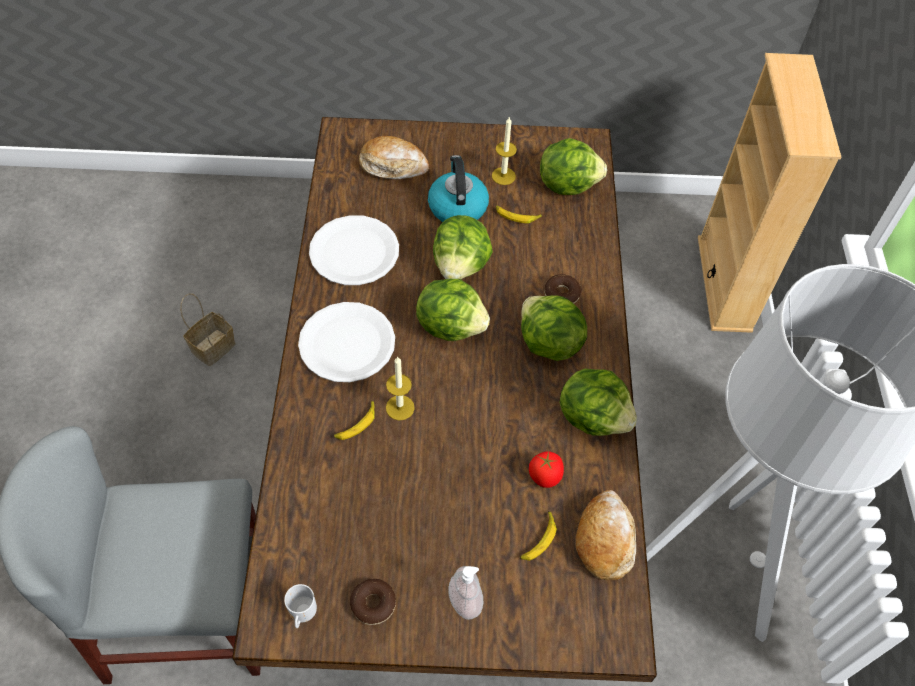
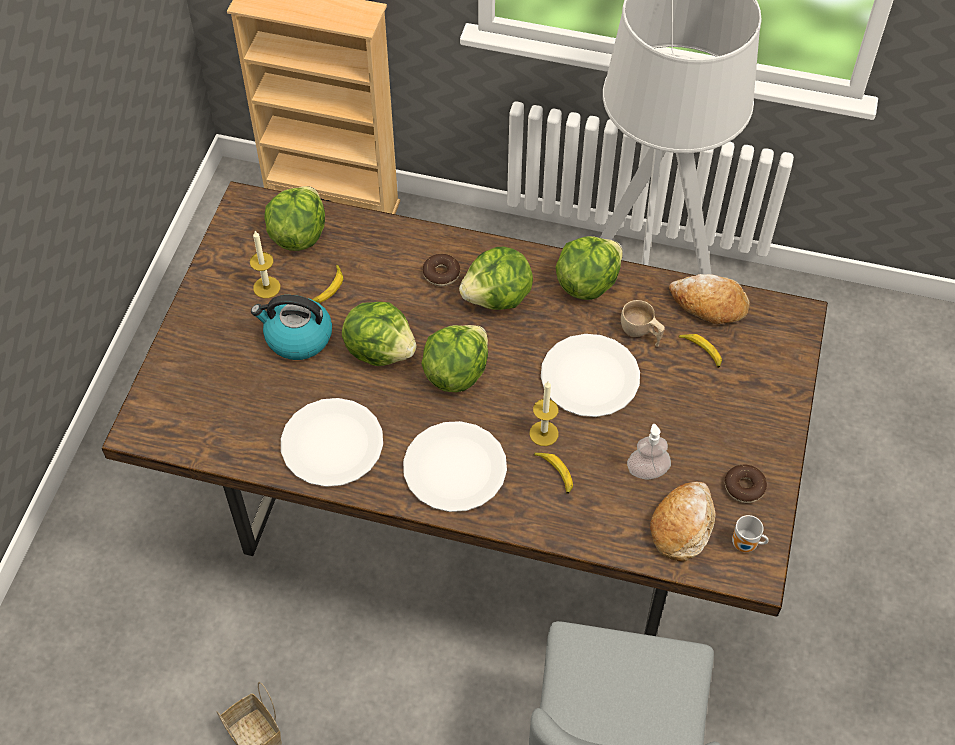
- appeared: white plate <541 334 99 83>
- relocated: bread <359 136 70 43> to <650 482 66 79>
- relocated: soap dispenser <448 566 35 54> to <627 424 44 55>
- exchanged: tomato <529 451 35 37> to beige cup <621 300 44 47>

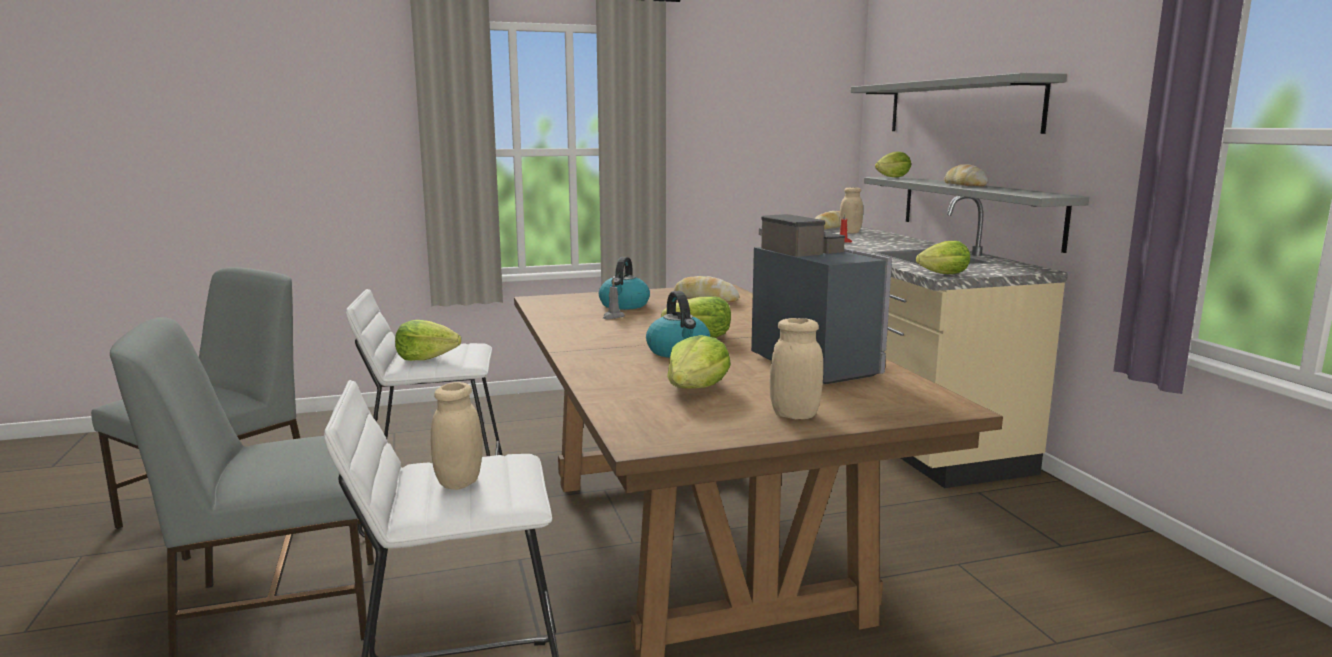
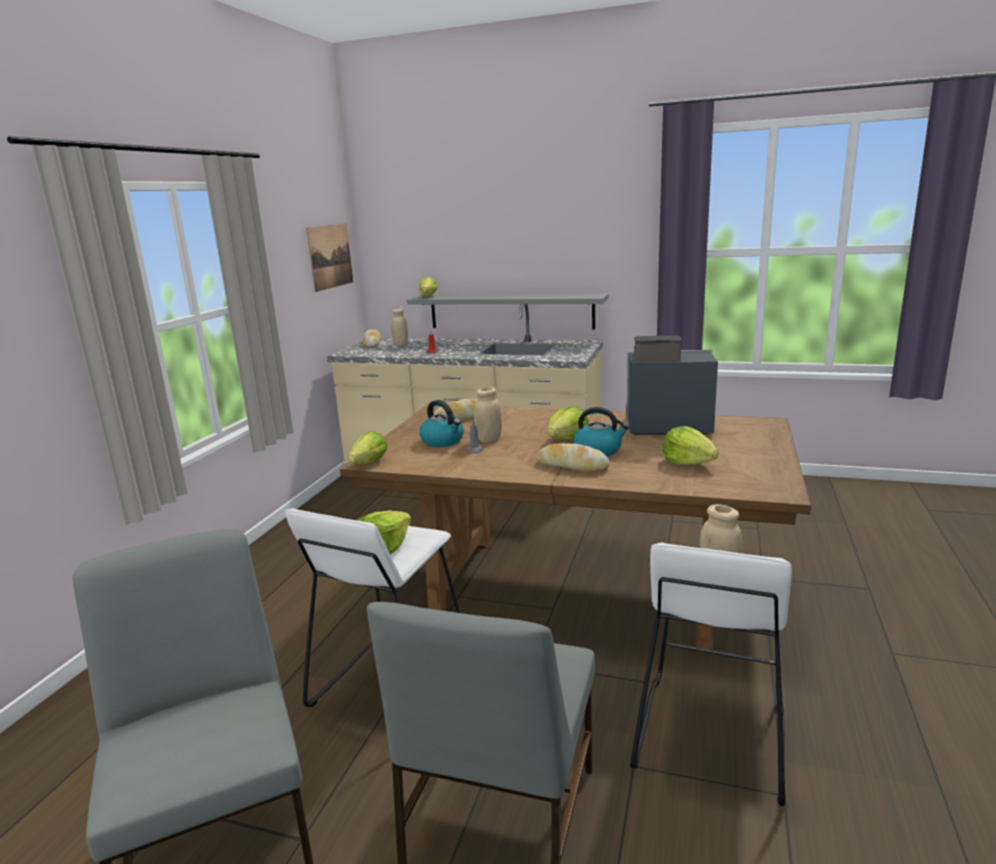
- missing: grey shelf <851 73 216 61>
- appeared: picture <306 224 47 68>
- relocated: beige jar <770 318 53 101> to <474 387 28 56>
- relocated: lettuce <916 241 54 33> to <349 431 38 33>
- relocated: bread <944 164 44 22> to <537 443 73 29>

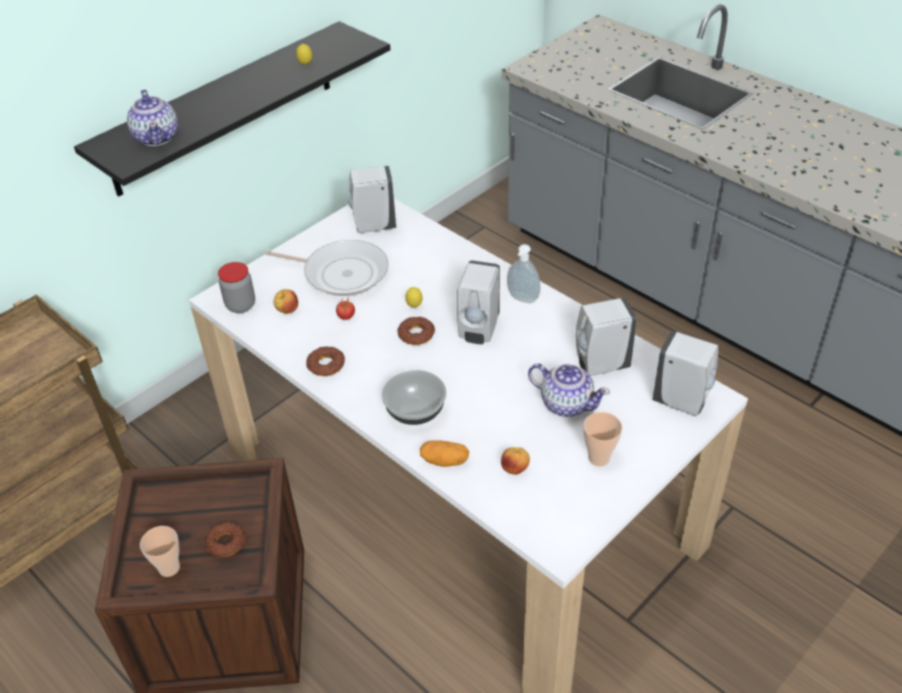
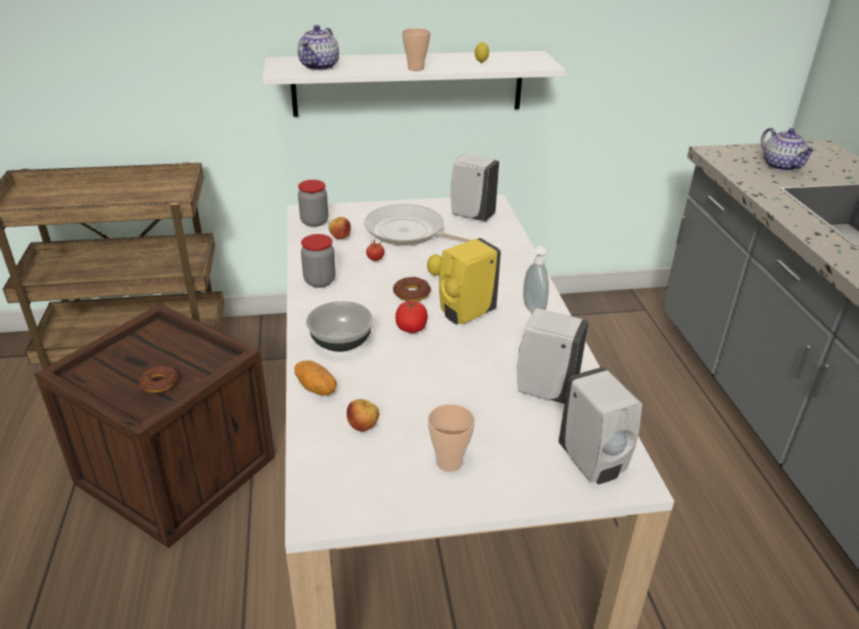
- appeared: tomato <395 301 33 32>
- relocated: cup <140 526 40 51> to <402 28 29 43>
- relocated: teapot <528 363 82 54> to <761 128 55 43>
- exchanged: donut <306 346 39 30> to jar <301 234 35 54>
- colour: black shelf <74 21 316 176> to white shelf <263 51 302 66>
- colour: white soap dispenser <457 260 43 84> to yellow soap dispenser <439 238 62 87>
- spun: frying pan <265 240 124 56> = <364 204 109 42> 150 degrees clockwise

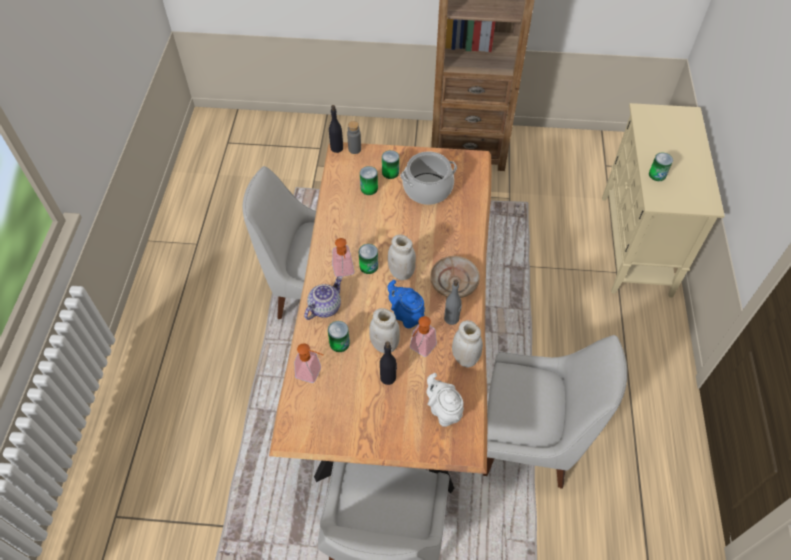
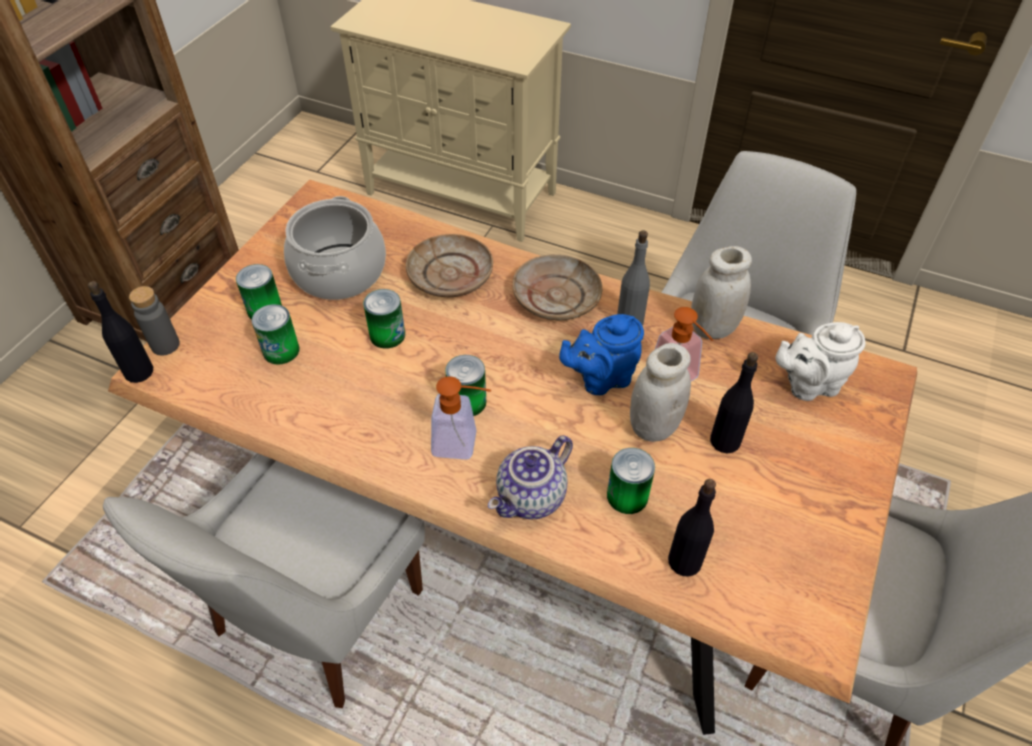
- missing: white jar <388 234 28 46>
- appeared: beige plate <406 234 87 63>
- relocated: can <649 152 24 29> to <363 289 42 60>
- exchanged: soap dispenser <294 343 30 40> to black bottle <668 479 48 97>
- spun: teapot <304 276 38 44> = <488 435 85 84> 105 degrees counterclockwise

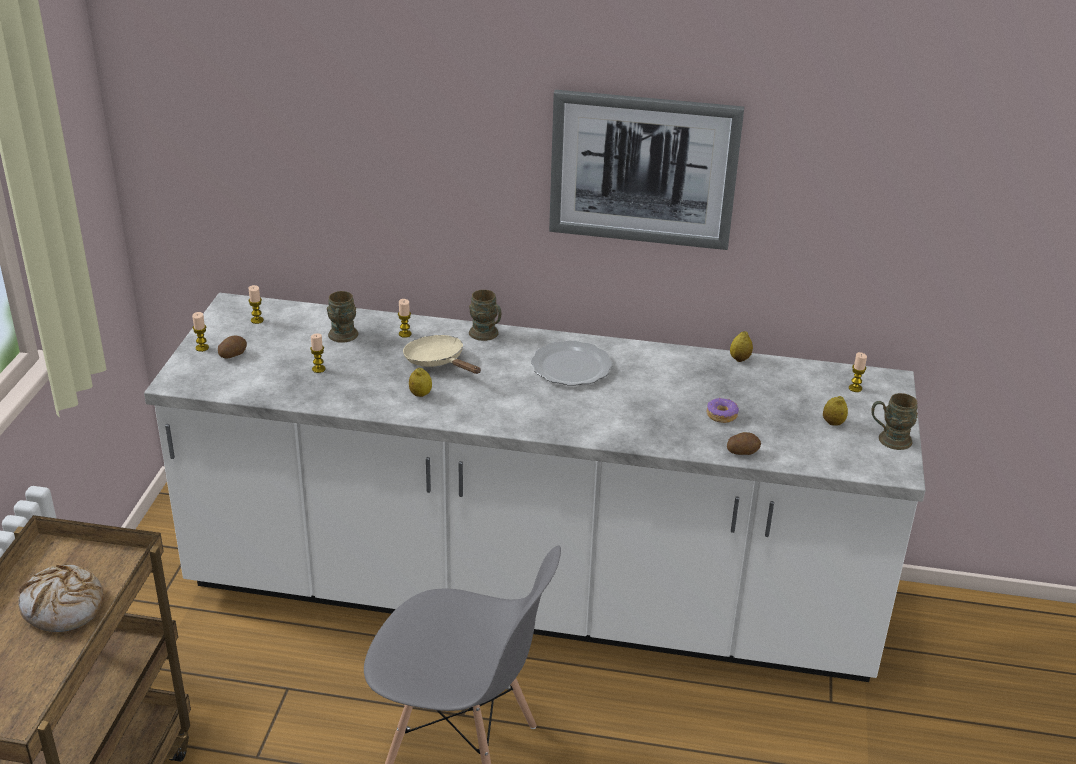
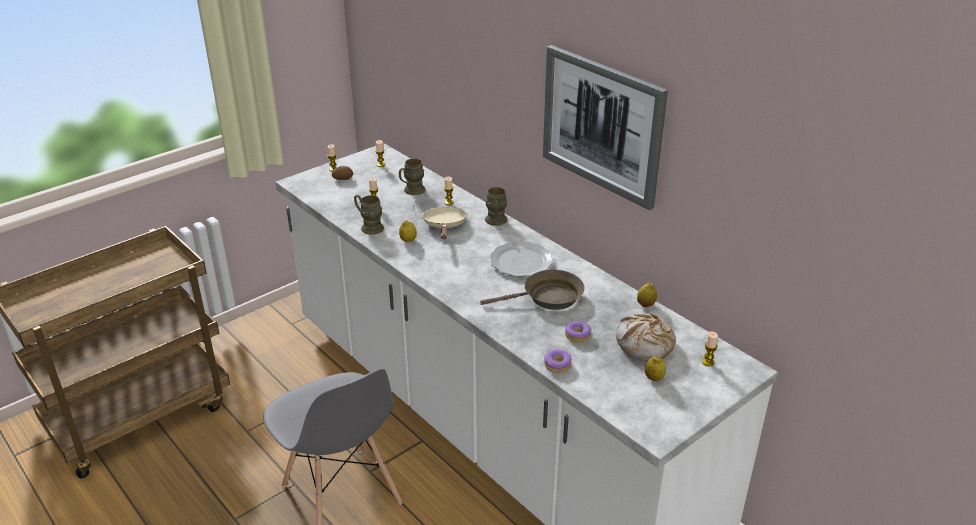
- appeared: brown frying pan <480 270 105 40>
- relocated: bread <18 564 85 68> to <616 313 60 48>
- relocated: brown mug <871 393 47 57> to <354 195 30 40>
- exchanged: potato <727 432 34 23> to donut <544 350 28 23>

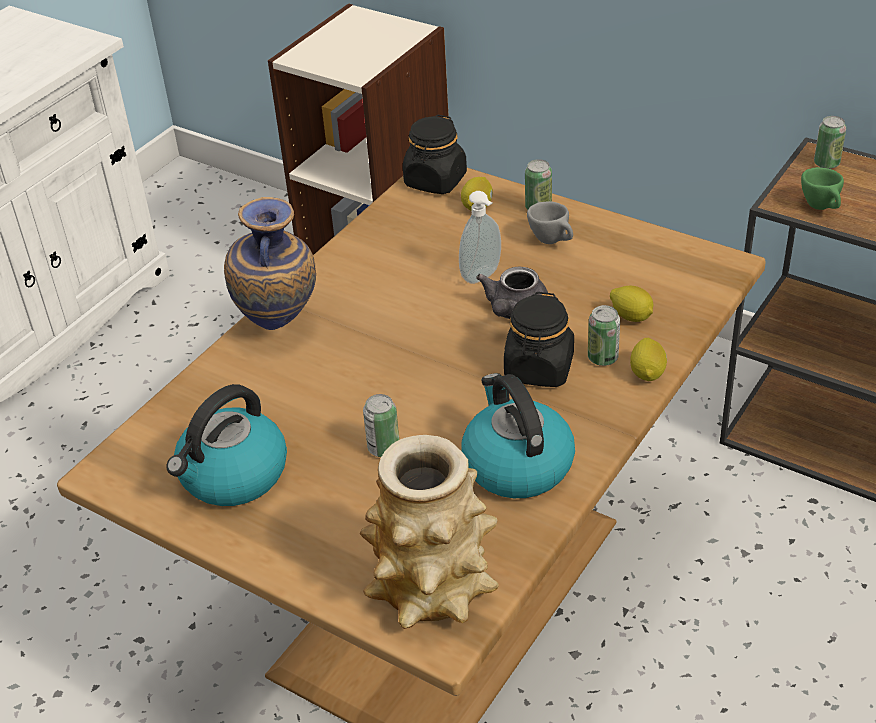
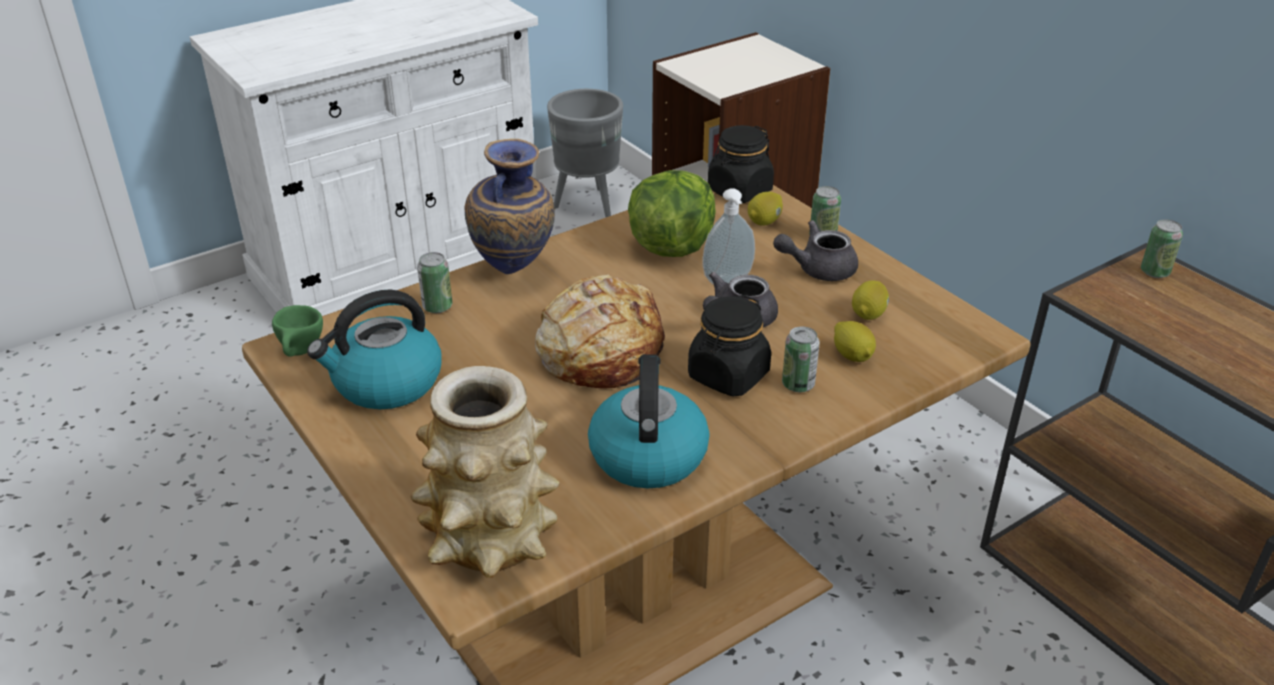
- appeared: bread <535 275 130 114>
- appeared: grey planter <547 89 76 128>
- appeared: lettuce <628 170 88 87>
- relocated: can <363 394 36 63> to <417 252 35 61>
- relocated: lemon <630 338 37 43> to <852 280 37 40>
- relocated: green cup <801 167 43 43> to <272 305 51 52>
- exchanged: grey cup <527 201 46 43> to grey teapot <773 220 85 61>

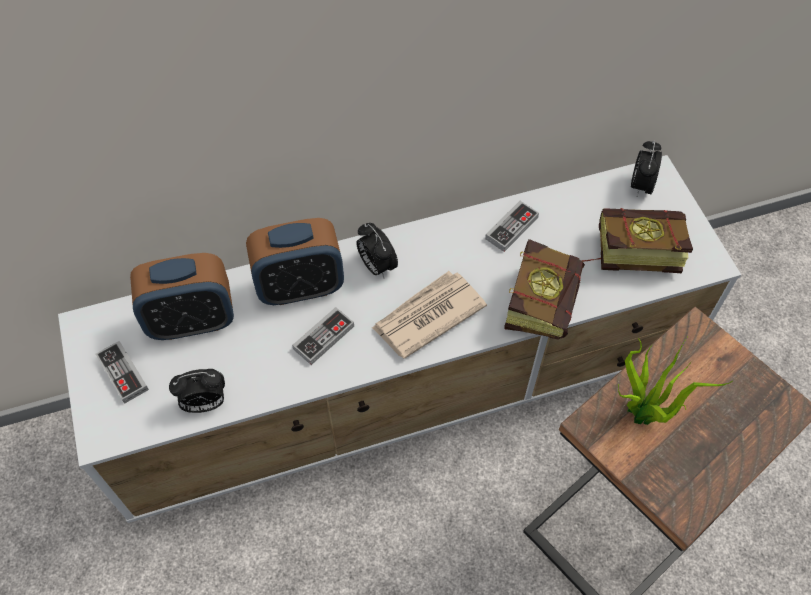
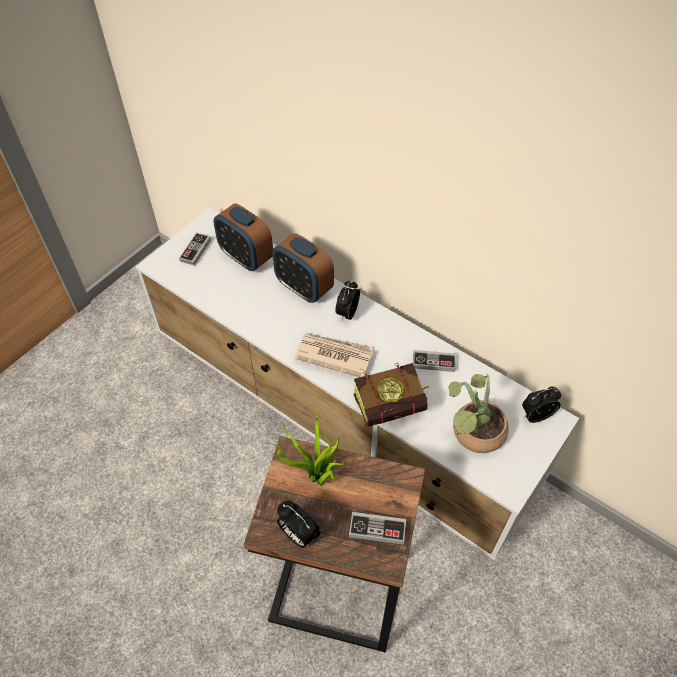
- relocated: alarm clock <169 369 56 44> to <277 501 44 47>
- relocated: game controller <292 307 62 58> to <349 512 57 33>
- exchanged: book <581 208 112 65> to potted plant <448 373 61 80>

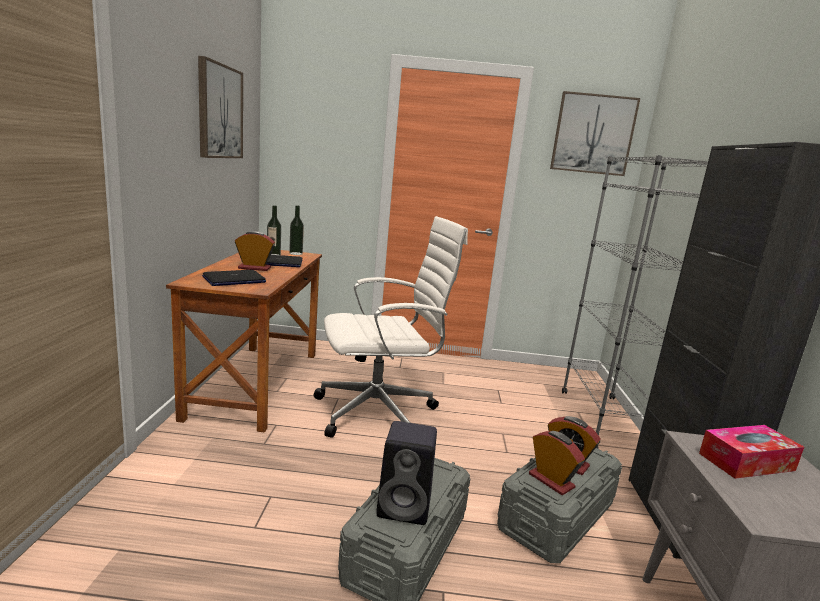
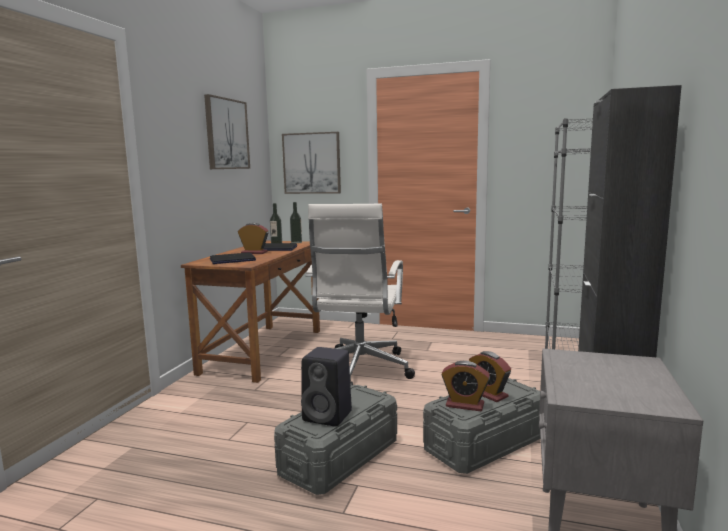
- missing: tissue box <699 425 105 54>
- relocated: picture <550 91 90 85> to <282 132 59 62>
- spun: white office chair <313 216 155 222> = <301 204 114 182> 105 degrees clockwise
- spun: alarm clock <529 431 56 64> = <441 361 49 50> 135 degrees clockwise

